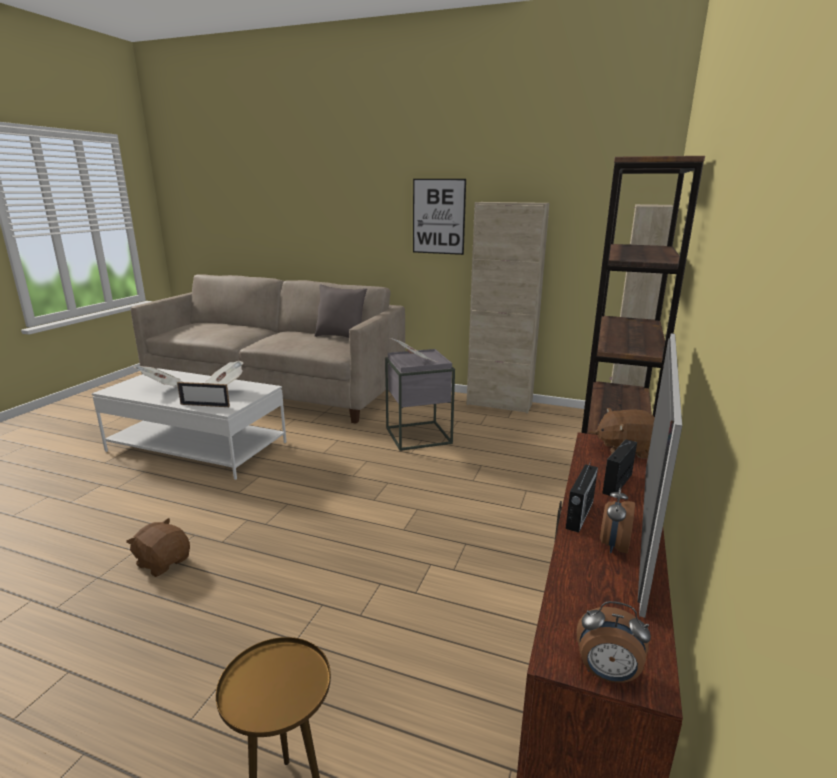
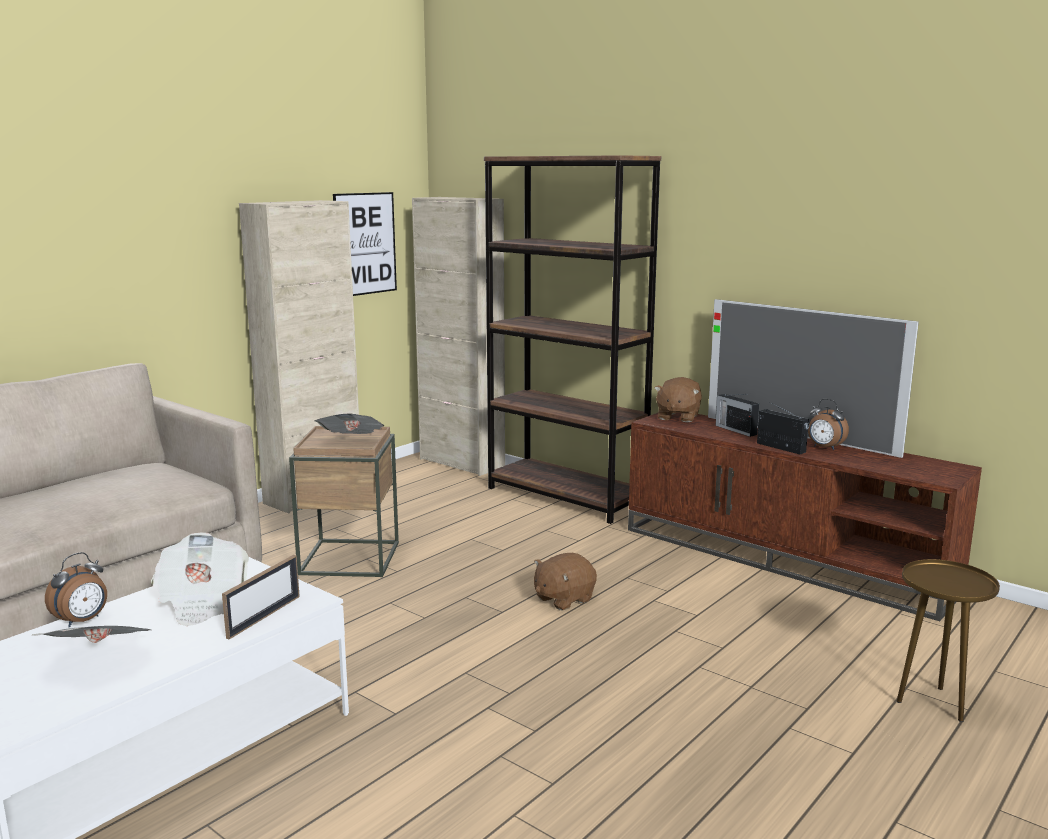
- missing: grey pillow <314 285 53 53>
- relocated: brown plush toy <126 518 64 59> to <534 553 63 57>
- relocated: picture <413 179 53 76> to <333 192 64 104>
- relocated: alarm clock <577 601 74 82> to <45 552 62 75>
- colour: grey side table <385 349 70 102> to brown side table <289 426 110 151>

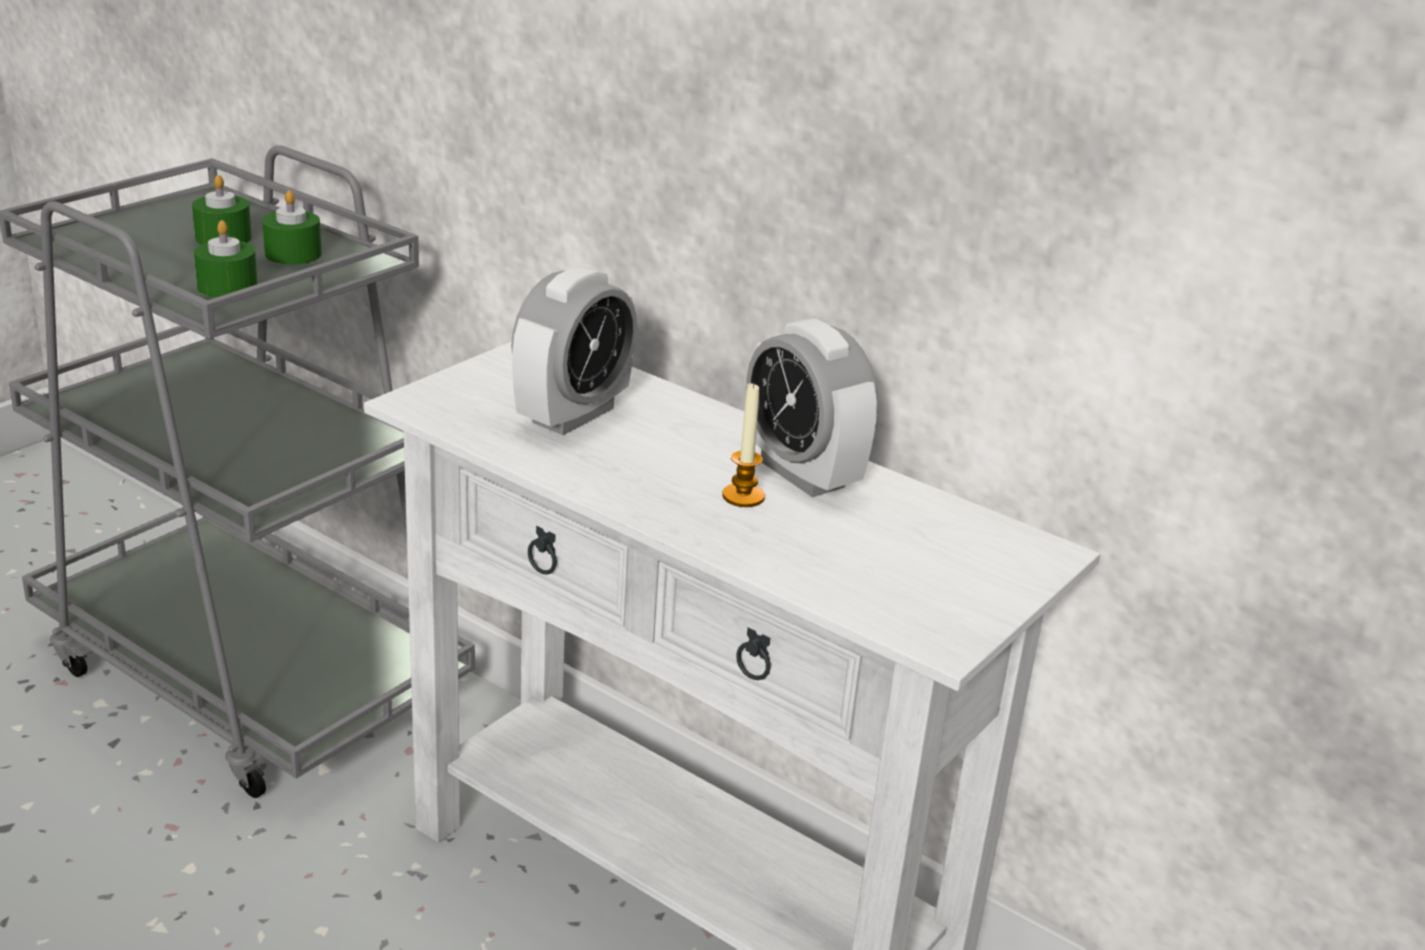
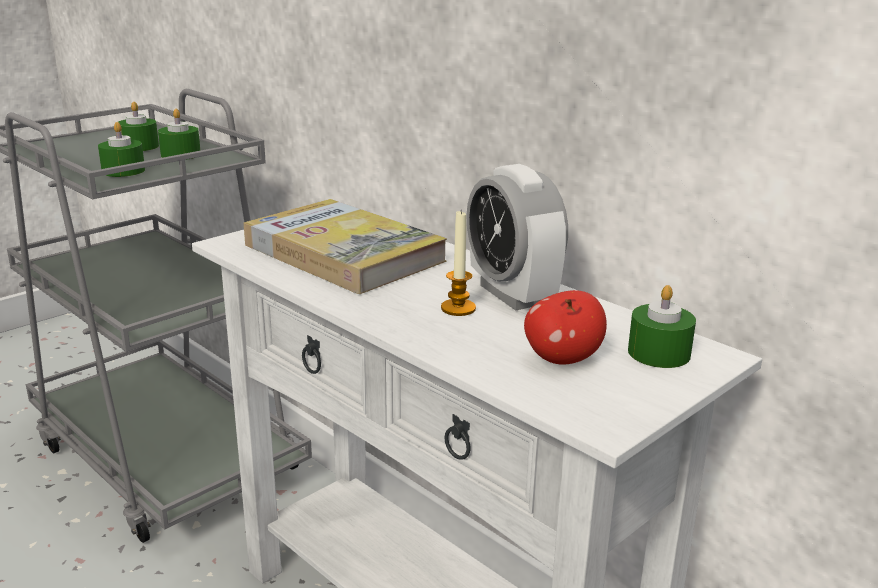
- appeared: apple <524 290 83 75>
- appeared: green candle <628 285 68 83>
- exchanged: alarm clock <511 266 126 169> to book <244 199 203 95>

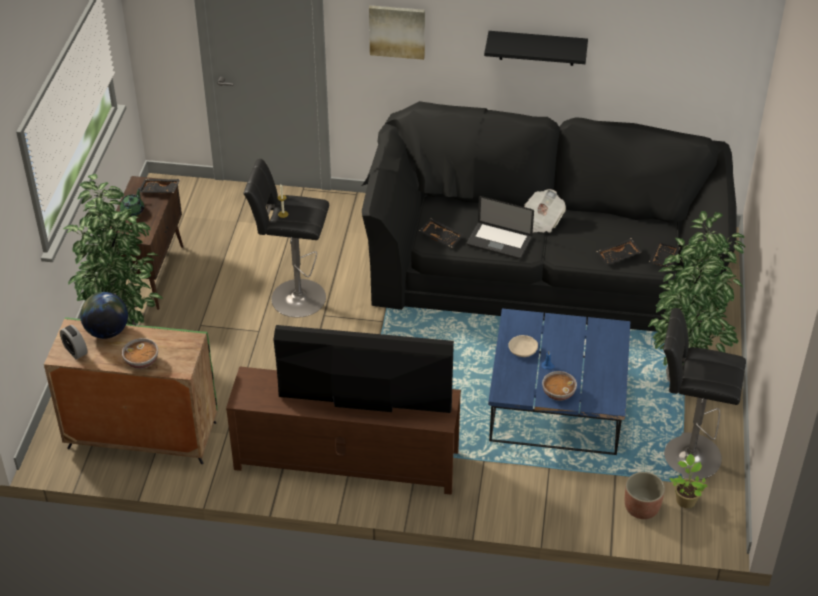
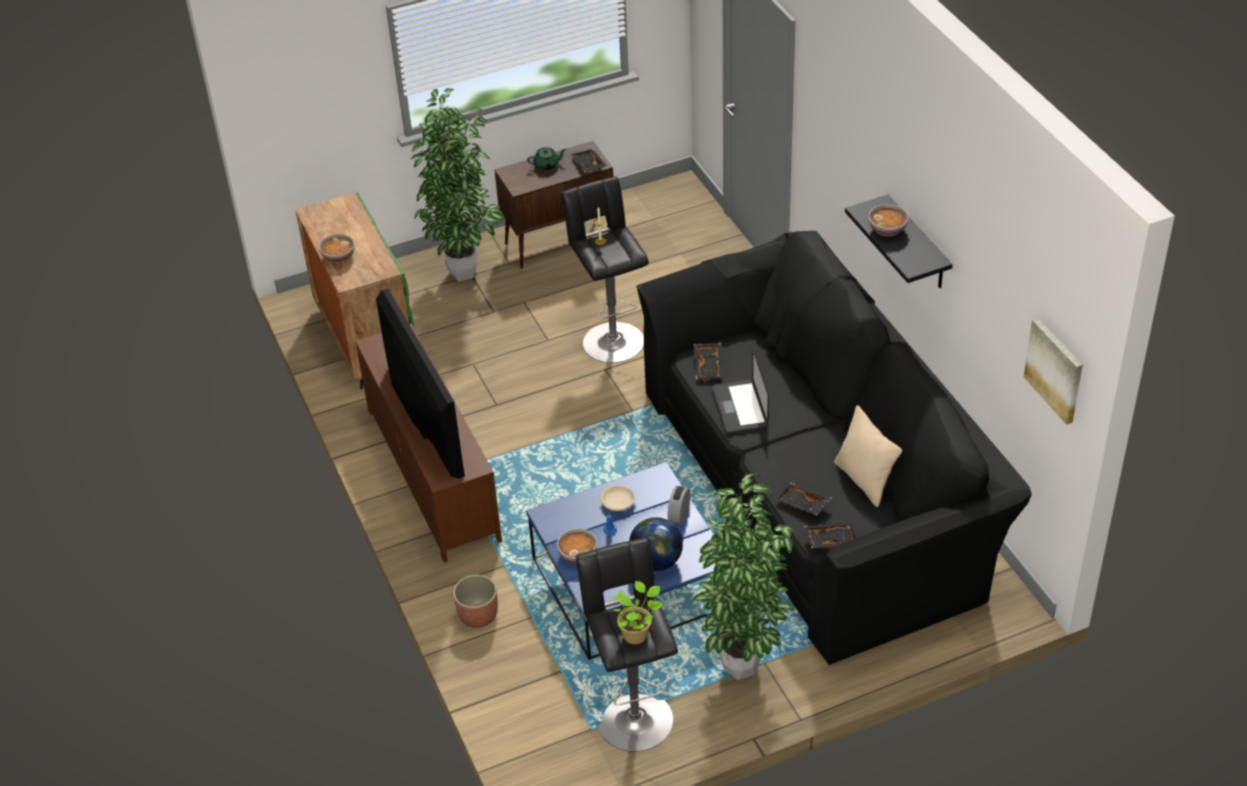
- missing: newspaper <524 189 42 44>
- appeared: beige pillow <834 405 68 102>
- appeared: bowl <868 204 41 32>
- relocated: alarm clock <60 325 27 34> to <667 486 23 38>
- relocated: globe <80 292 48 47> to <629 517 54 54>
- relocated: picture <369 5 56 55> to <1024 318 59 107>
- relocated: planter <625 472 40 47> to <453 575 45 53>
- relocated: potted plant <669 453 39 55> to <612 581 51 63>

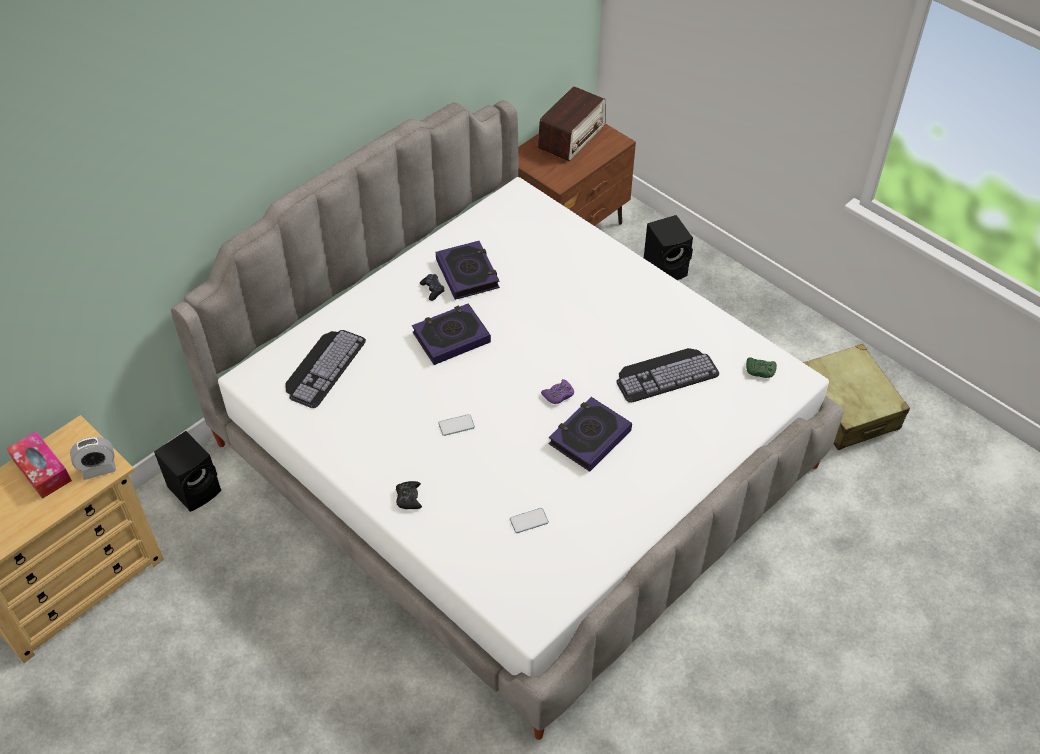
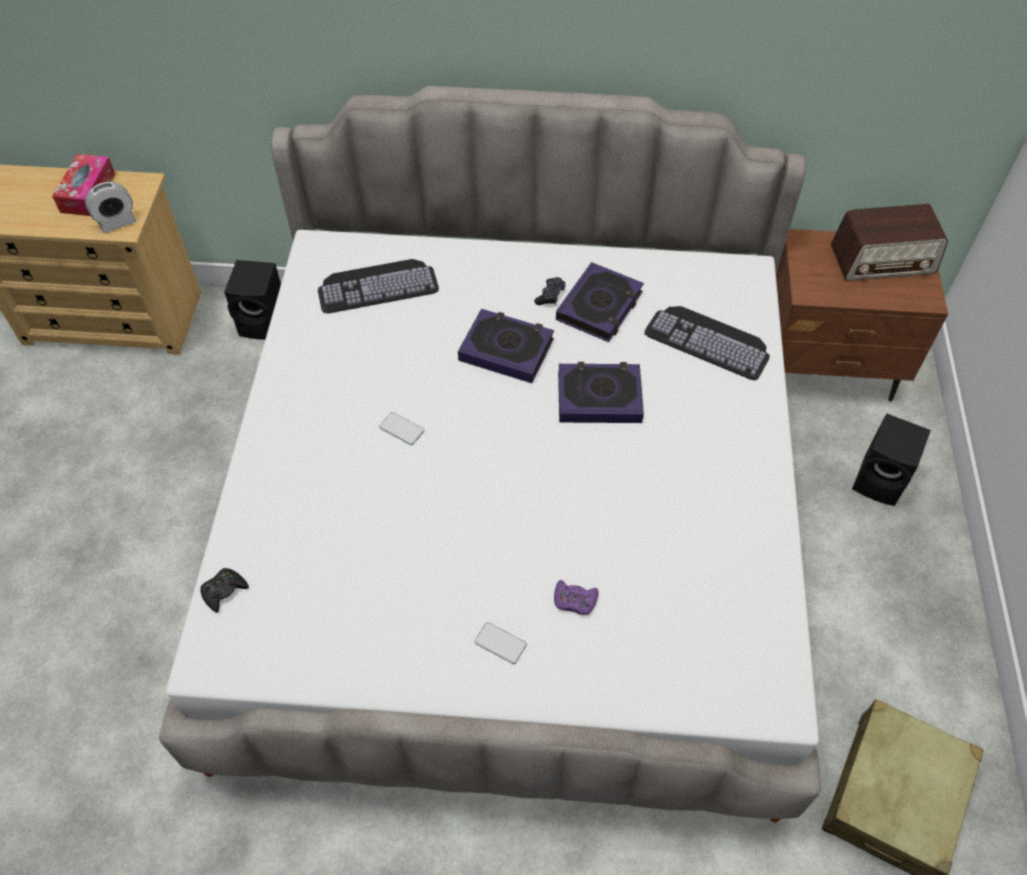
- missing: green game controller <746 357 31 21>
- relocated: black game controller <396 481 26 28> to <200 568 49 45>
- relocated: phone <510 508 39 25> to <474 622 53 42>
- relocated: purple game controller <541 379 33 25> to <554 580 45 35>
- relocated: book <549 397 83 75> to <558 362 86 61>
- relocated: keyboard <617 348 102 54> to <645 306 125 74>
- spun: alarm clock <70 437 46 43> = <85 182 51 51> 60 degrees counterclockwise

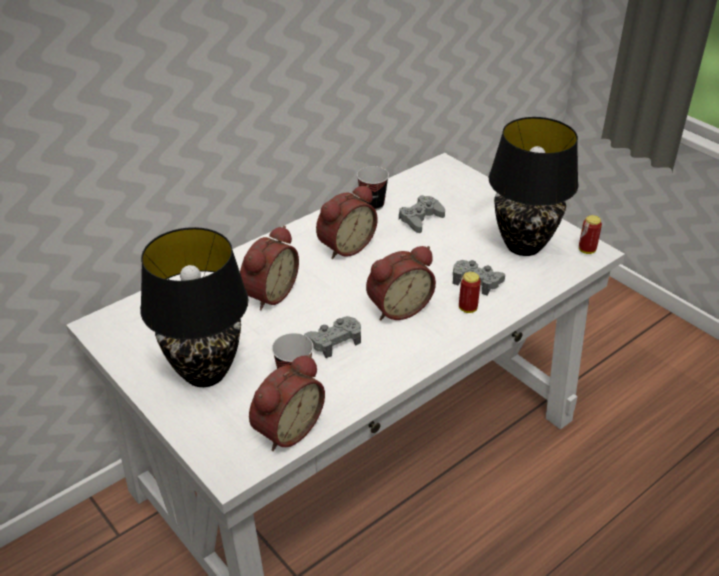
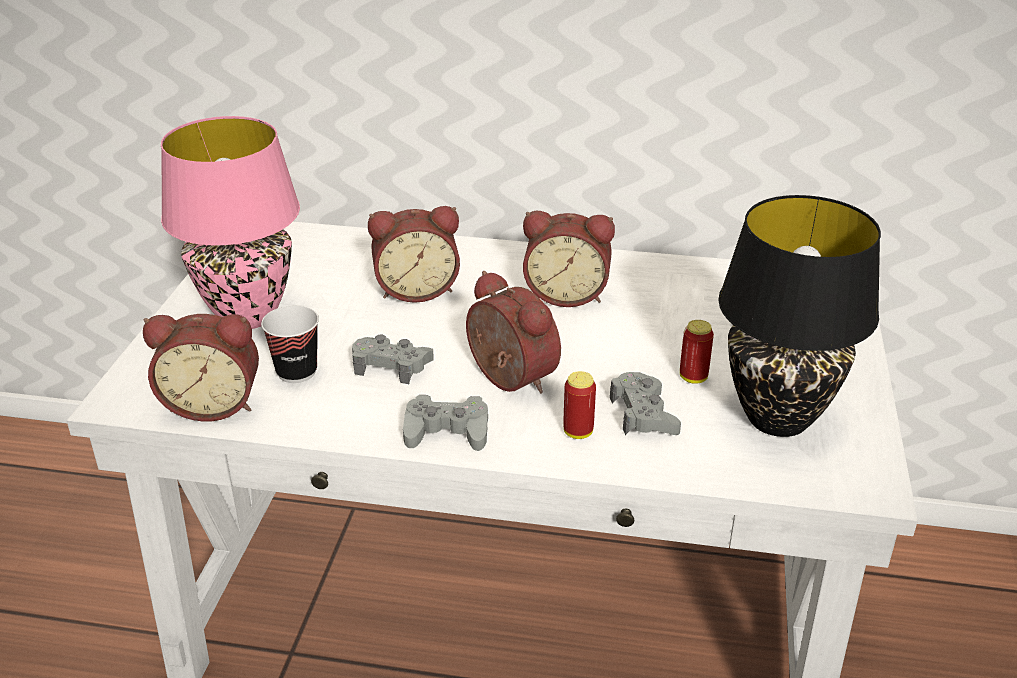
- missing: cup <357 166 32 45>
- relocated: grey game controller <399 195 46 38> to <403 395 85 56>
- relocated: can <579 215 23 39> to <680 320 34 64>
- colour: black table lamp <140 227 109 160> to pink table lamp <161 116 139 213>
- spun: alarm clock <366 246 70 74> = <466 271 95 122> 150 degrees counterclockwise

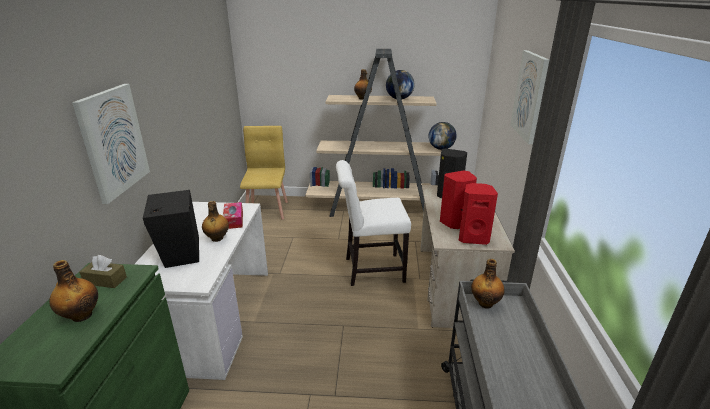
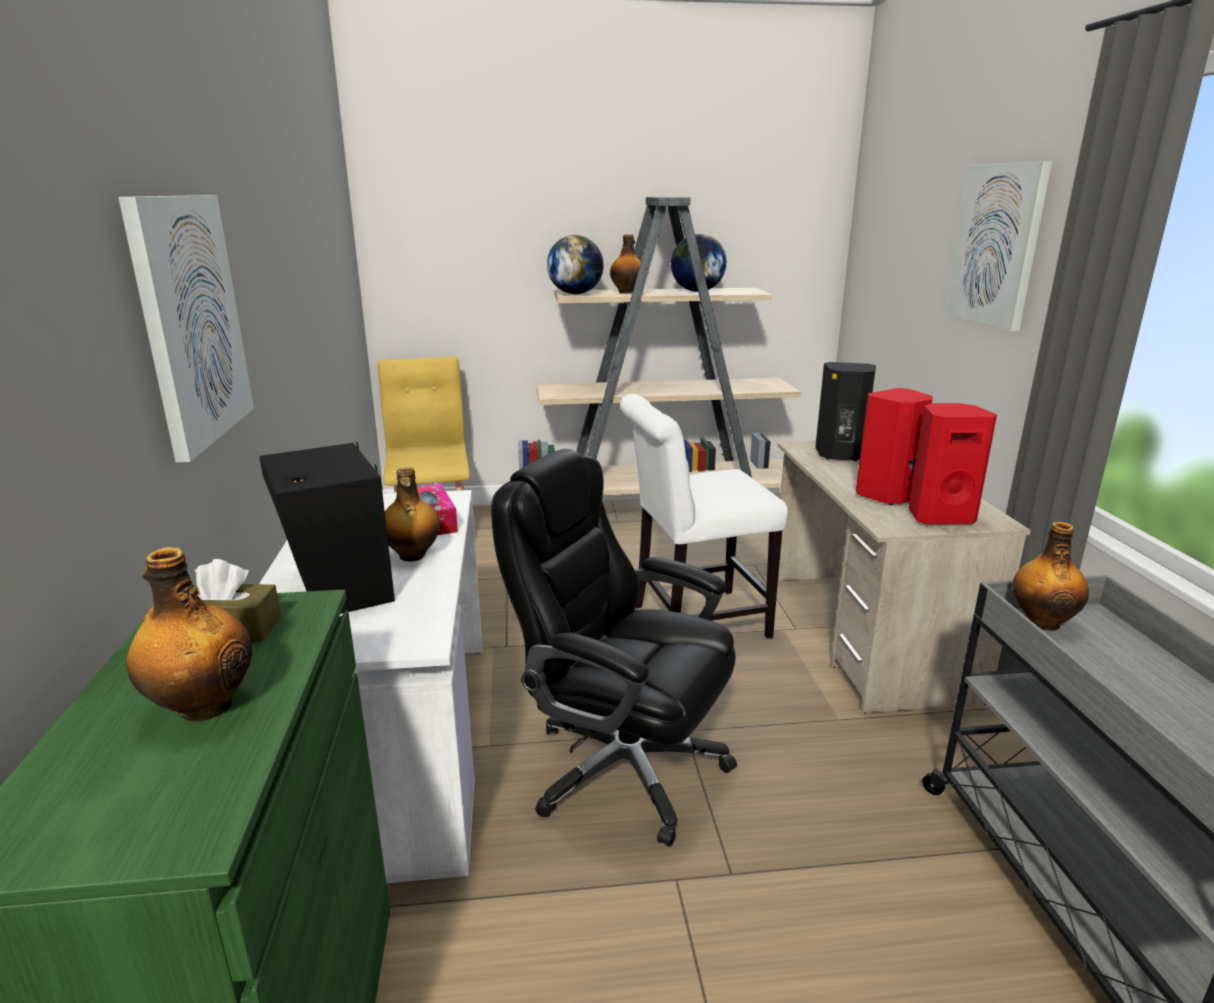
- appeared: black office chair <491 449 246 398>
- relocated: globe <429 122 28 28> to <547 235 57 59>

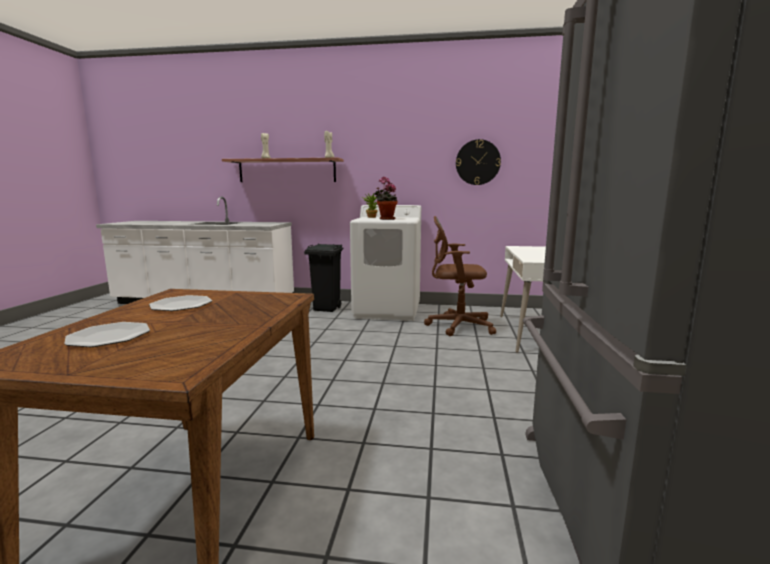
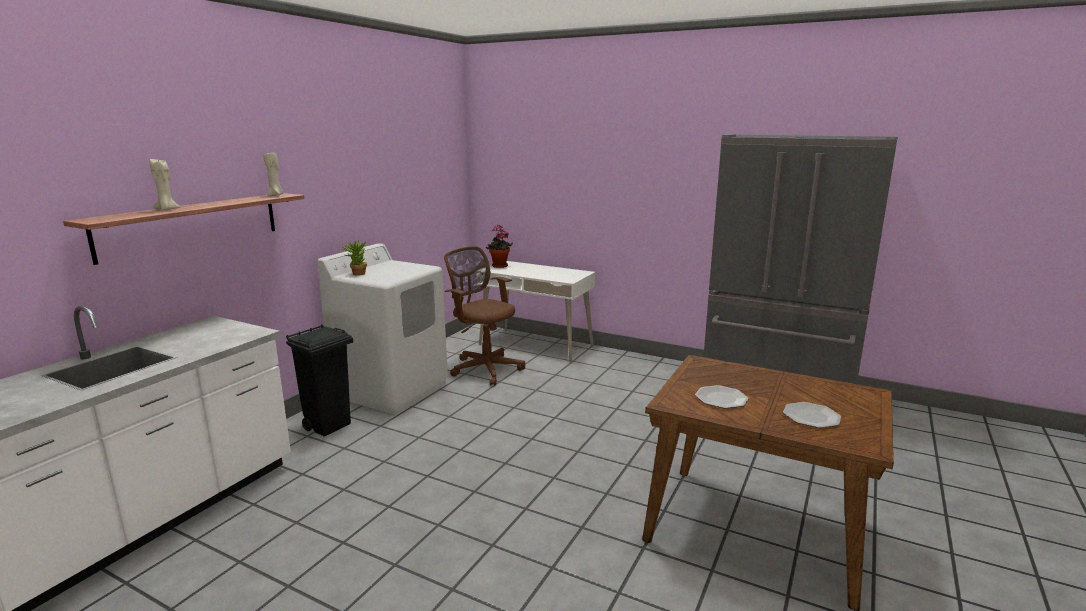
- missing: wall clock <456 139 45 46>
- relocated: potted plant <375 177 23 43> to <486 225 27 43>
- spun: brown office chair <424 216 72 120> = <444 246 81 140> 105 degrees clockwise

